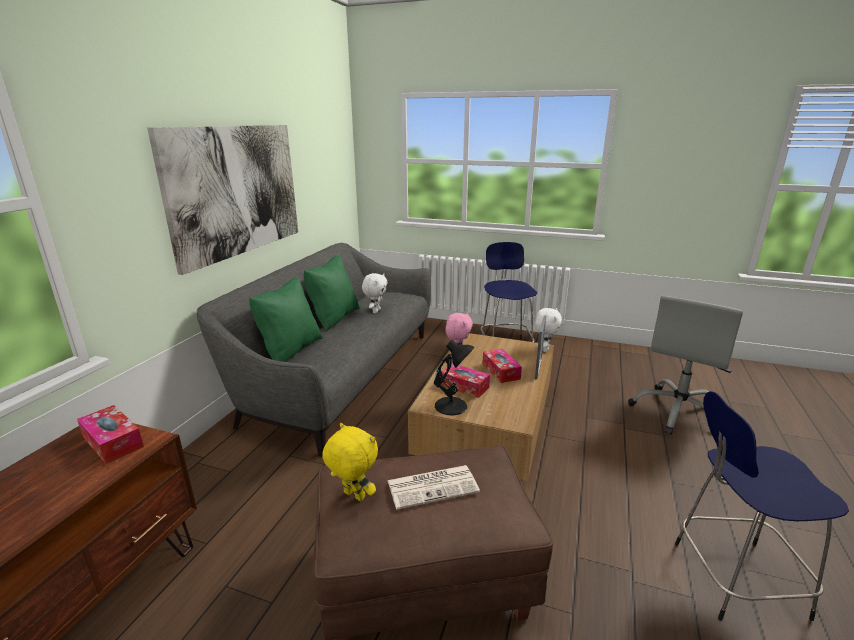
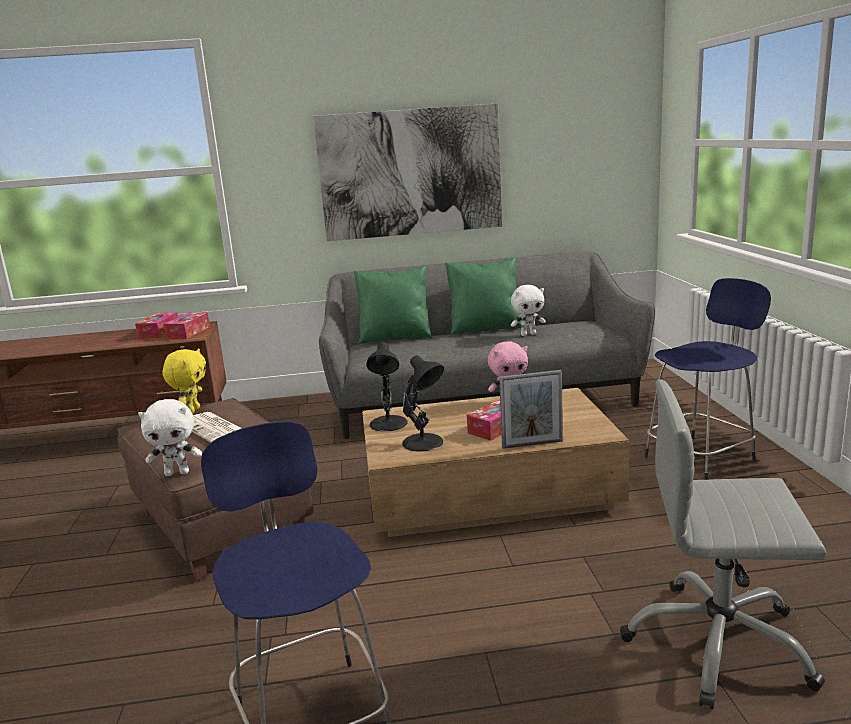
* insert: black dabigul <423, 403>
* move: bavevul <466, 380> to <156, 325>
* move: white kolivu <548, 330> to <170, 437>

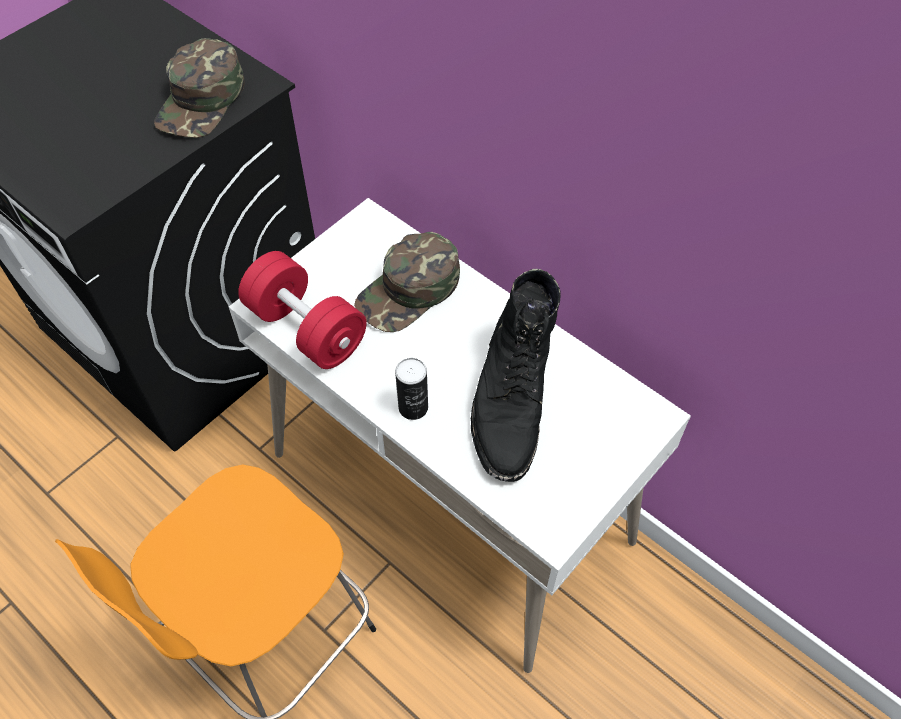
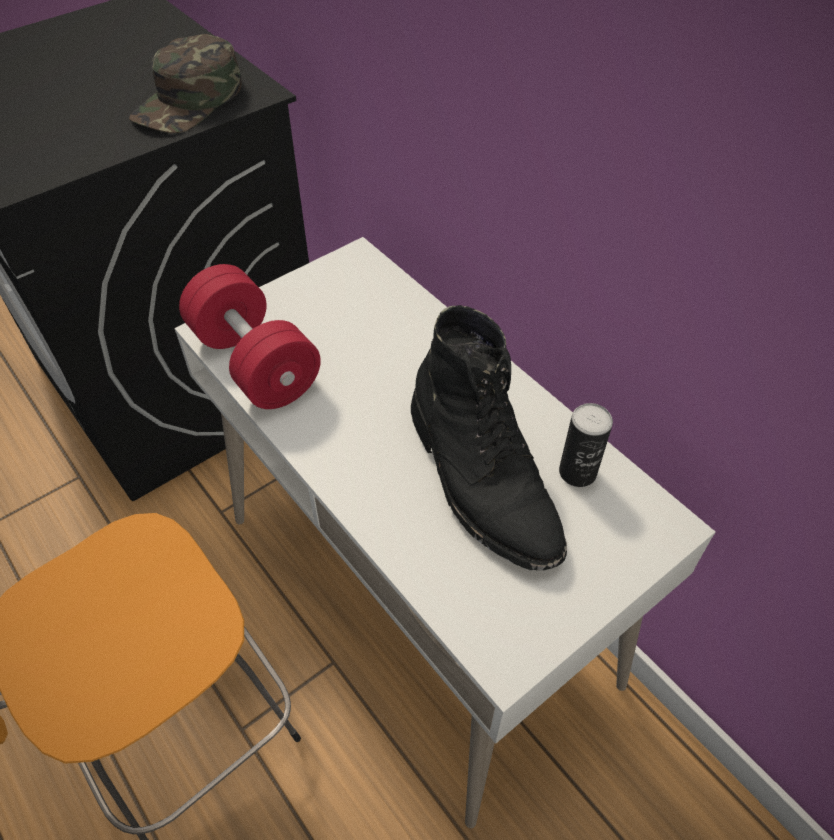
* delete: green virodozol <407, 282>
* move: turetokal <411, 389> to <586, 445>
* rotate: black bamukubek <515, 375> = <489, 437> 45 degrees counterclockwise

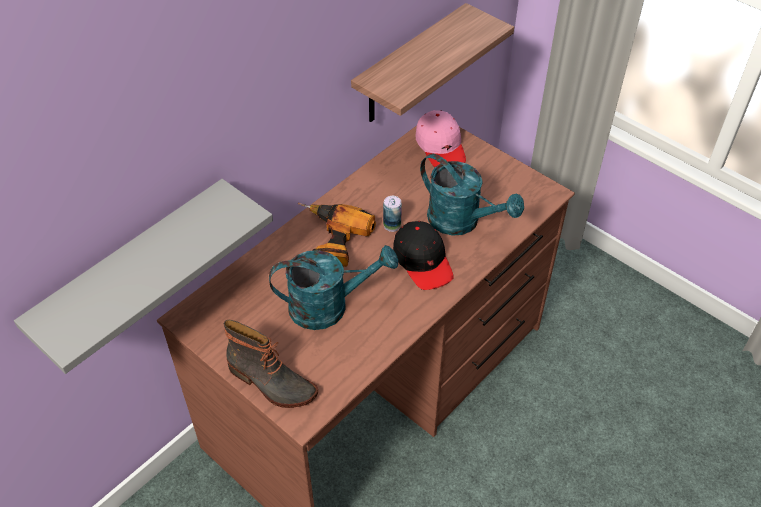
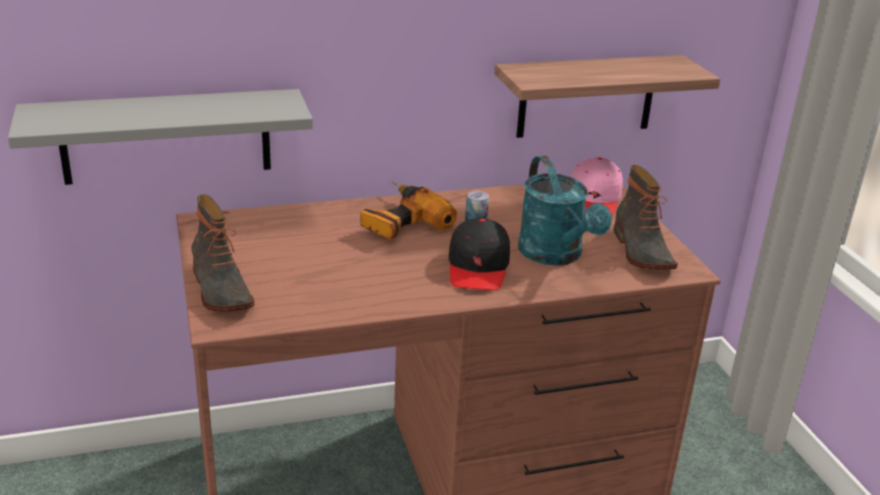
* delete: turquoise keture <333, 287>
* insert: bamukubek <646, 217>

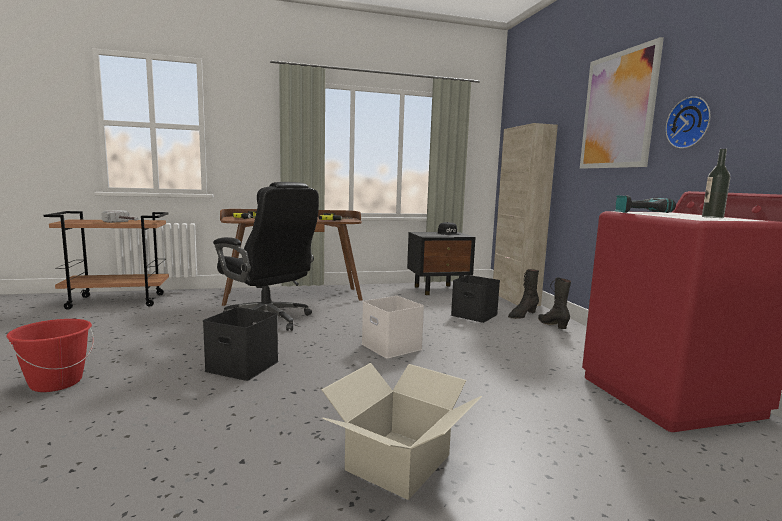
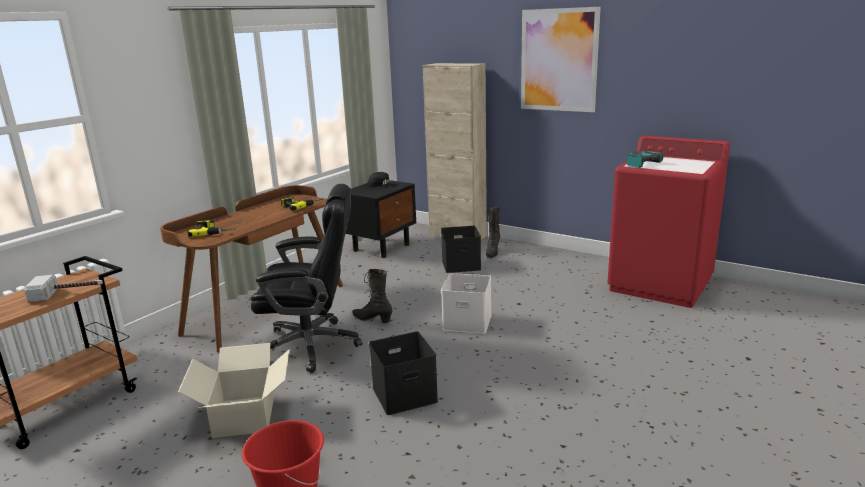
* delete: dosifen <687, 122>
* delete: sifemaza <716, 183>
* move: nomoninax <401, 431> to <234, 390>
* move: black bamukubek <554, 303> to <372, 296>

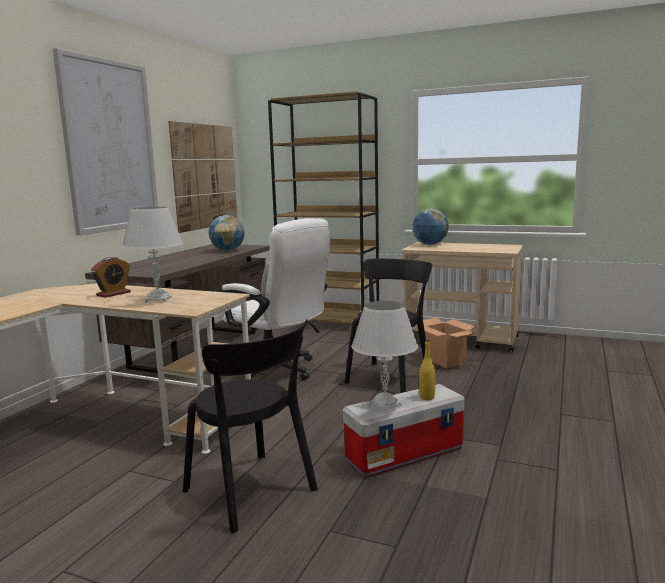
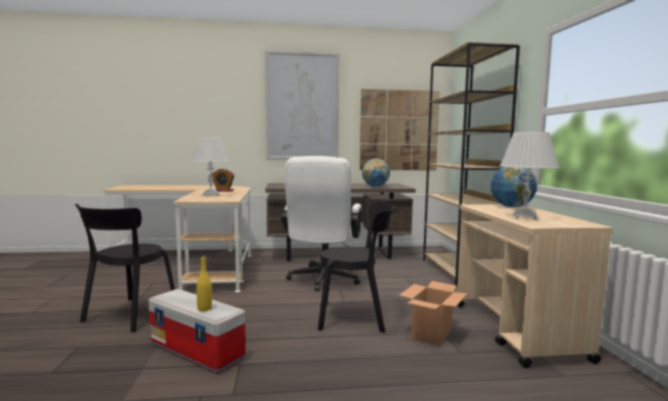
* move: white dabigul <384, 357> to <529, 176>

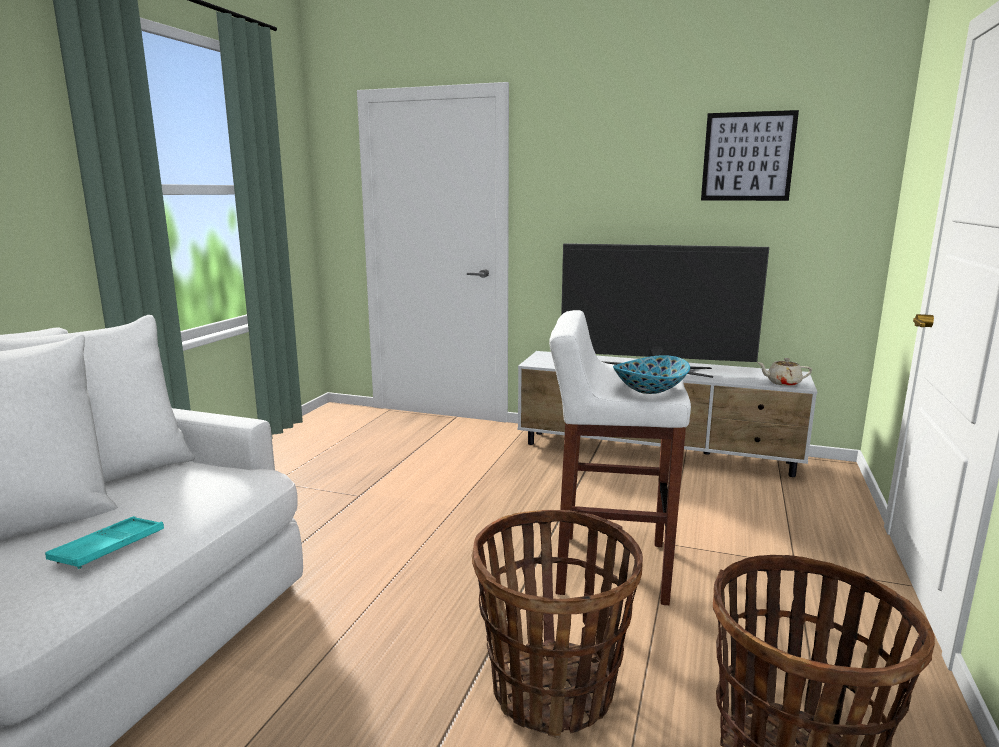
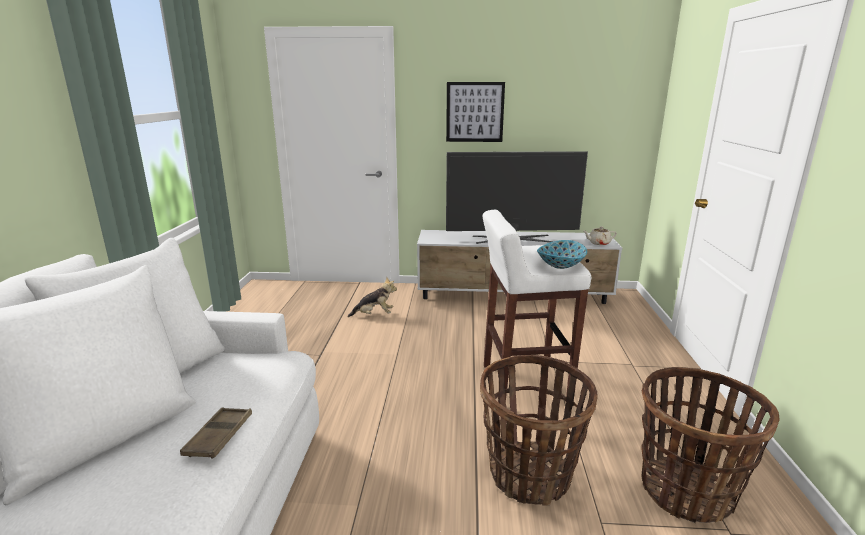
* insert: kolivu <372, 297>
* move: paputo <750, 155> to <475, 112>
* recolor: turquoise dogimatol <104, 542> to brown dogimatol <216, 433>

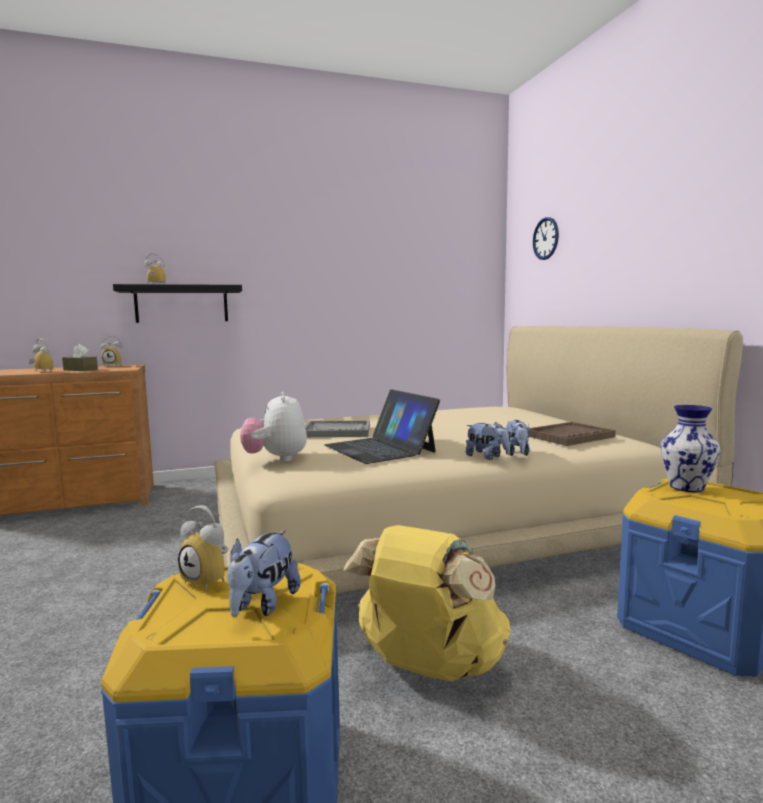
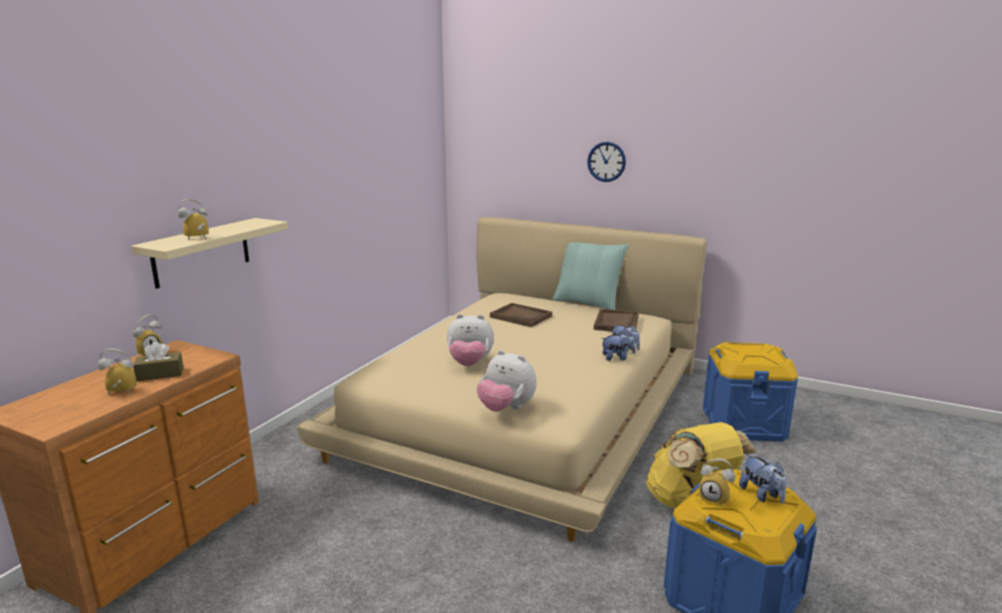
* delete: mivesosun <382, 426>
* delete: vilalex <691, 448>
* insert: brown dogimatol <521, 315>
* insert: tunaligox <590, 276>
* move: dosifen <546, 238> to <606, 162>
* replace: grey dogimatol <337, 428> to kolivu <470, 340>
* recolor: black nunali <177, 303> to beige nunali <209, 253>
* rotate: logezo <203, 547> = <717, 482> 45 degrees clockwise

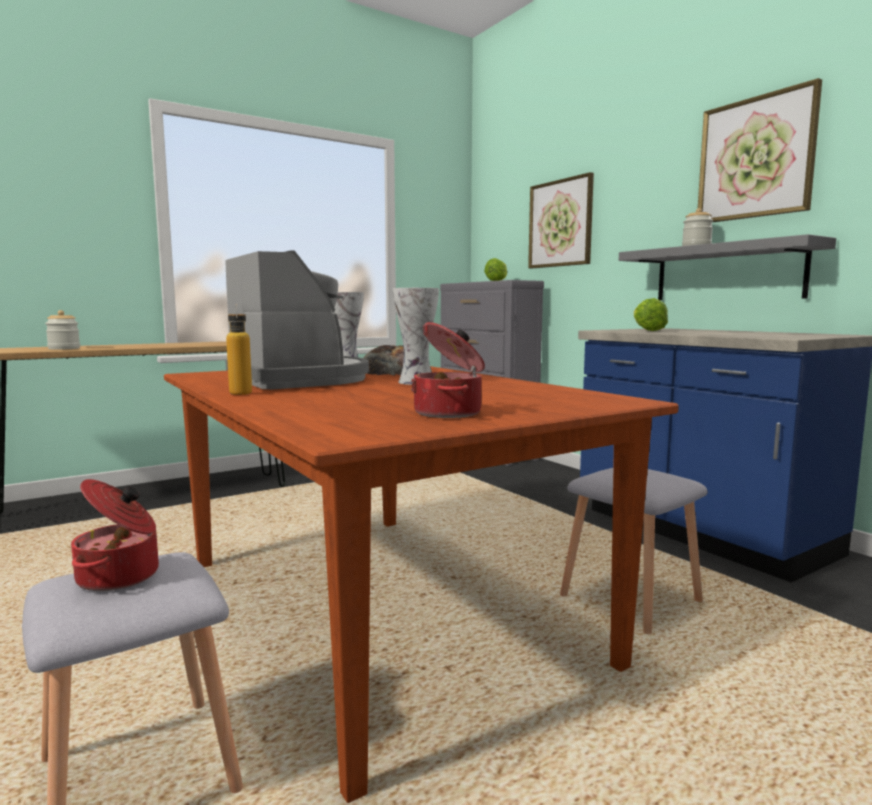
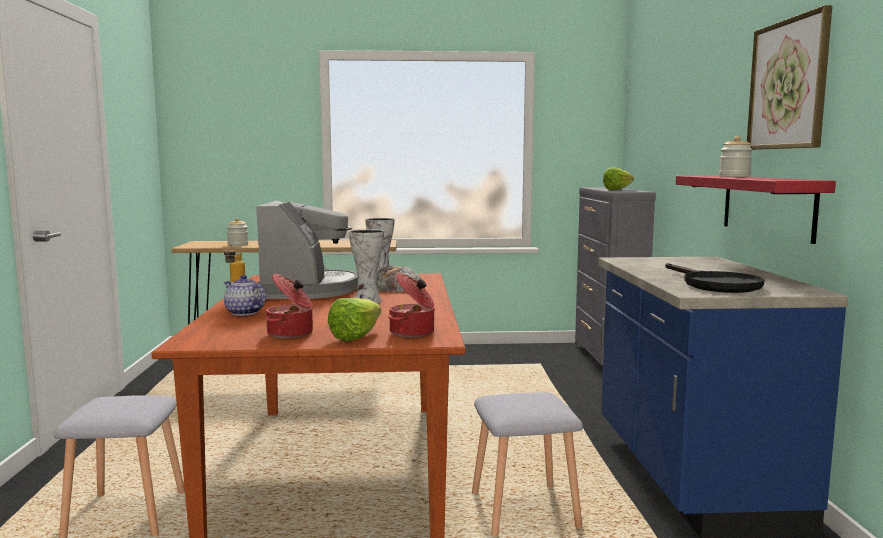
* delete: paputo <561, 220>
* insert: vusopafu <245, 295>
* insert: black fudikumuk <715, 278>
* move: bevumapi <115, 535> to <411, 305>
* move: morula <651, 314> to <354, 320>
* recolor: grey nunali <727, 267> to red nunali <756, 210>

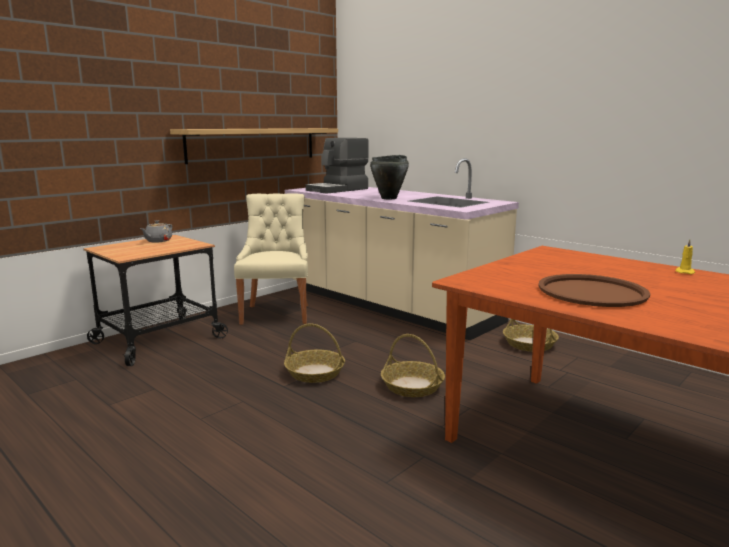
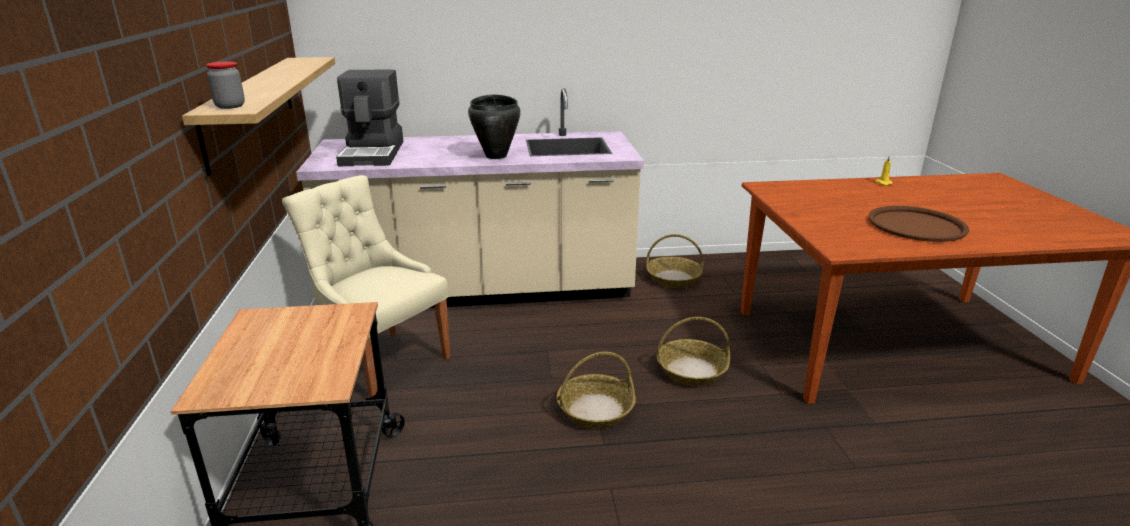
* delete: grey vusopafu <156, 231>
* insert: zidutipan <225, 85>

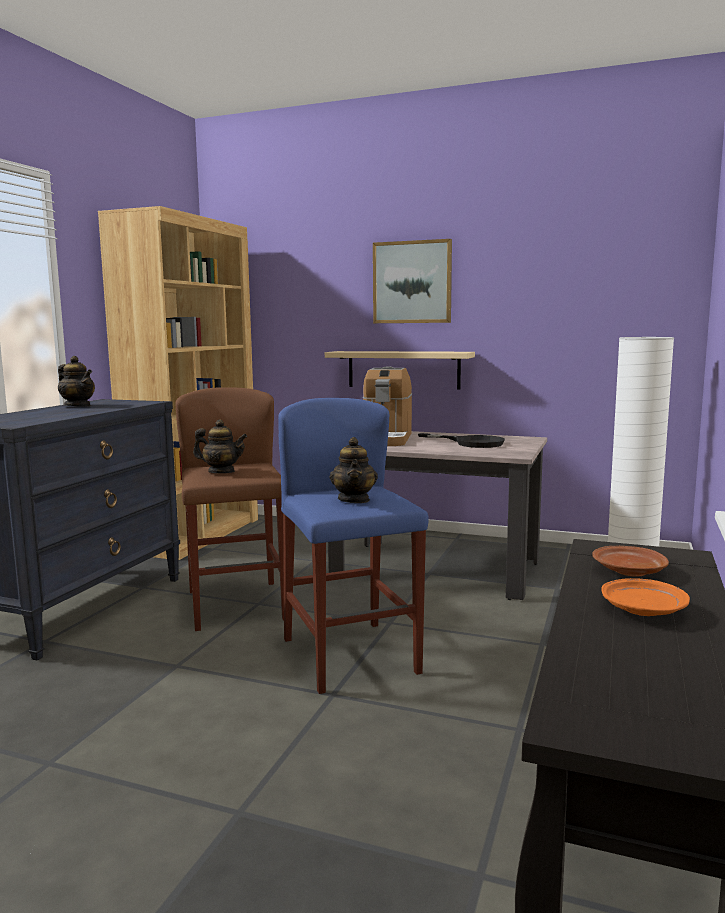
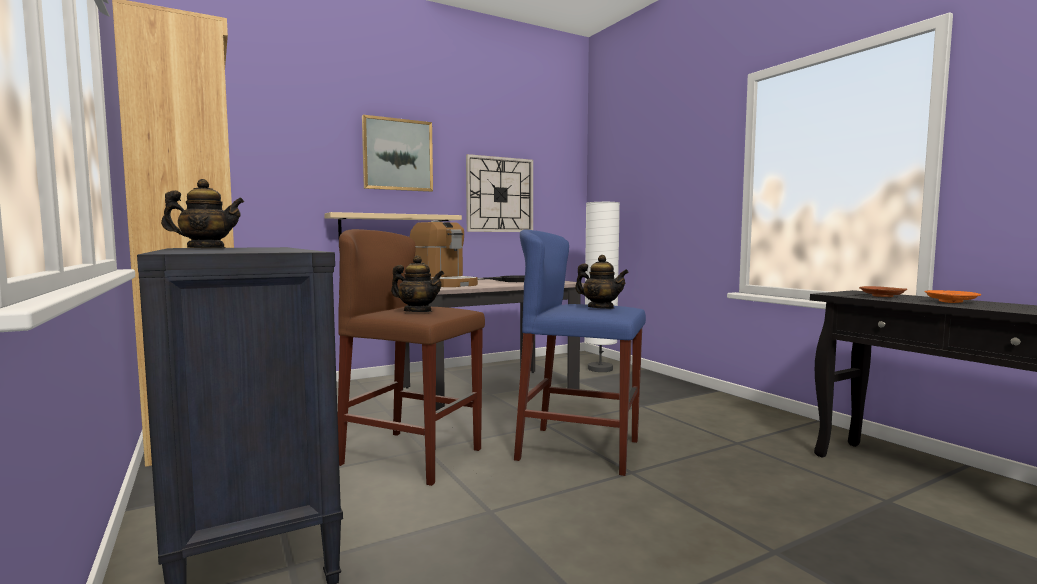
* insert: dosifen <499, 193>
* rotate: vusopafu <220, 446> = <417, 283> 60 degrees clockwise

